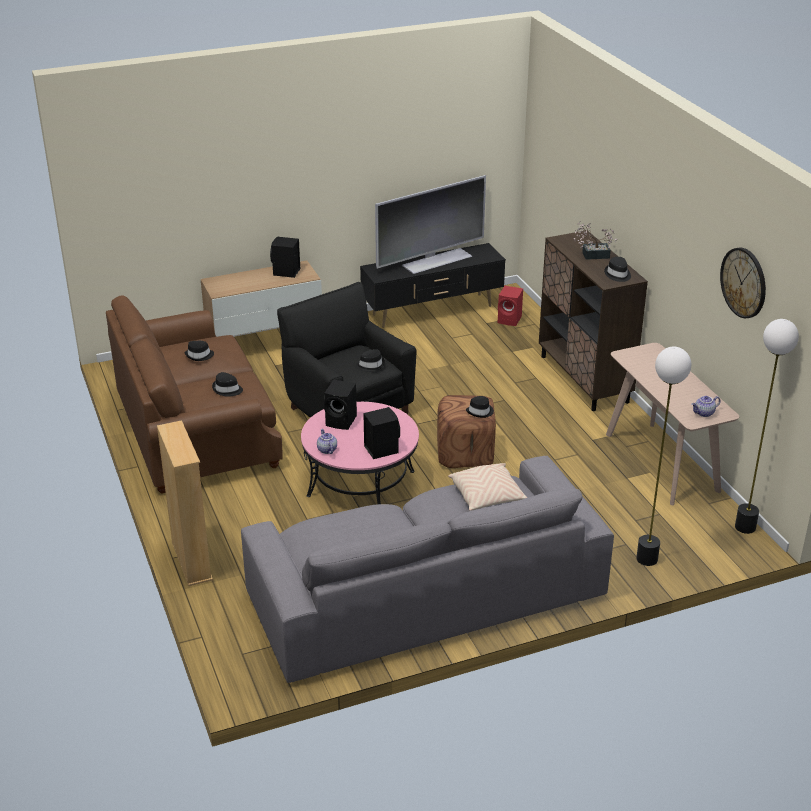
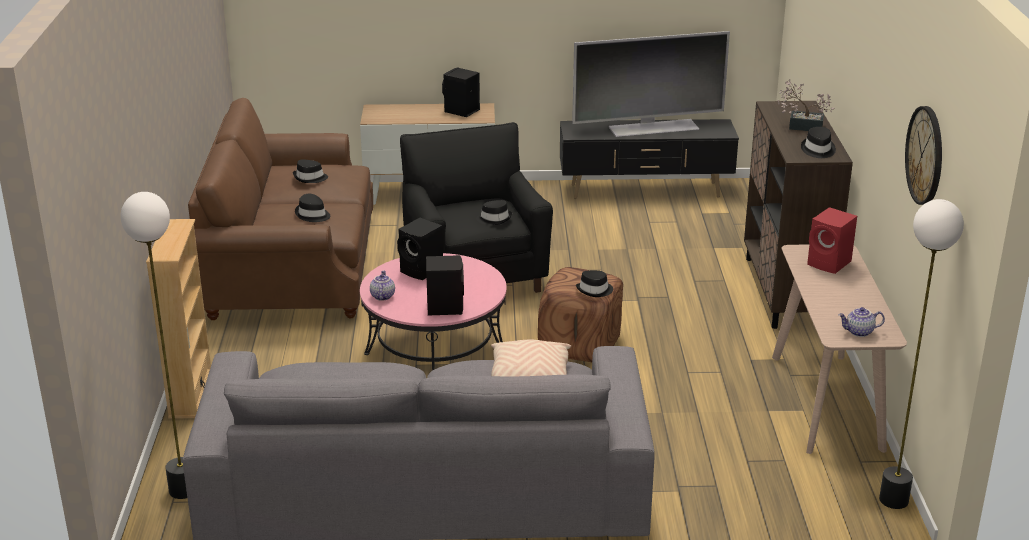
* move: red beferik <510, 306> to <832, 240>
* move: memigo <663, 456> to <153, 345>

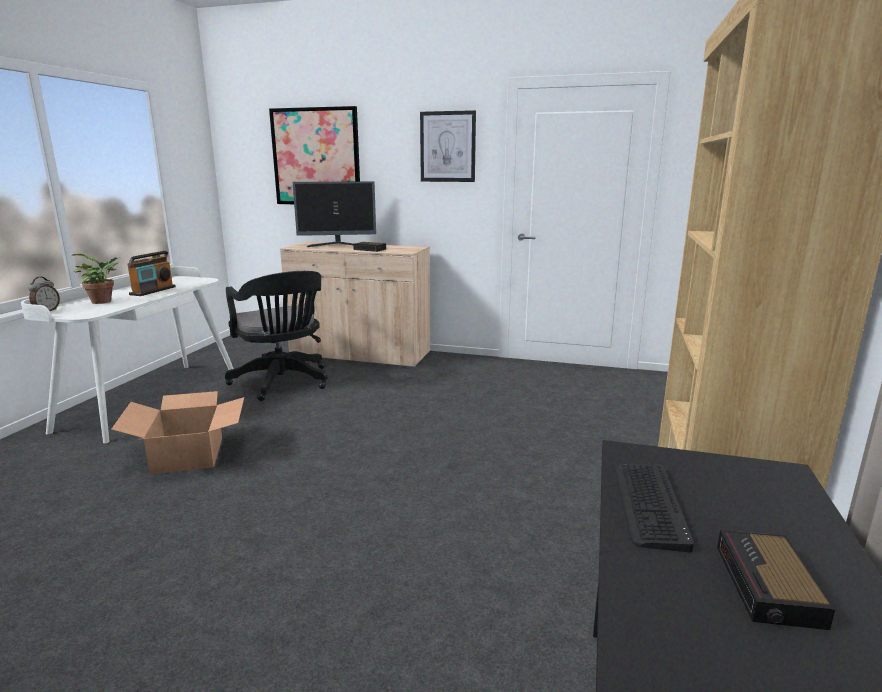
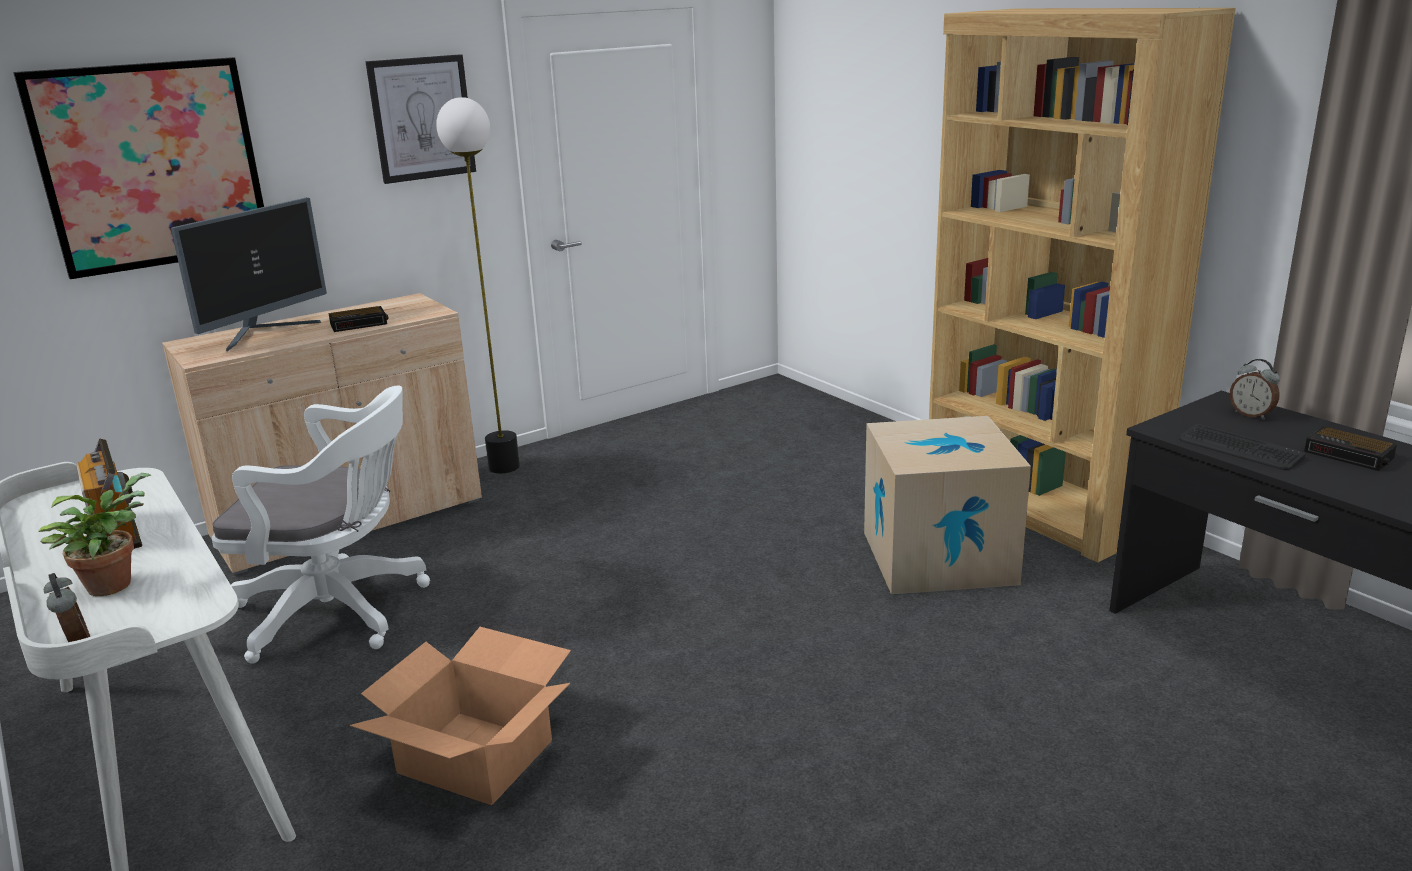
* insert: memigo <478, 285>
* insert: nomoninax <947, 505>
* insert: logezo <1255, 389>
* recolor: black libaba <276, 336> to white libaba <321, 525>

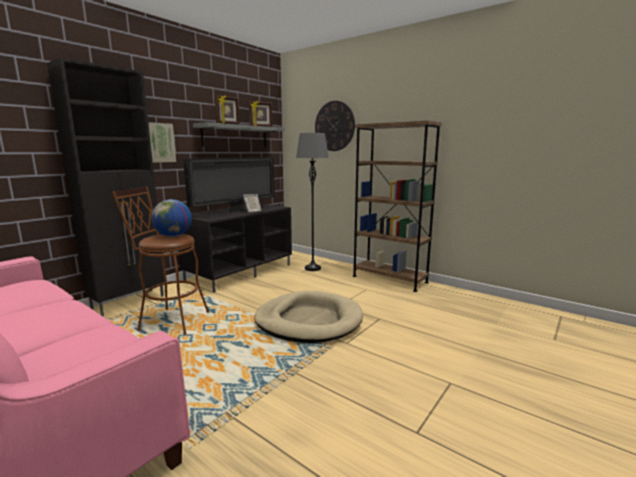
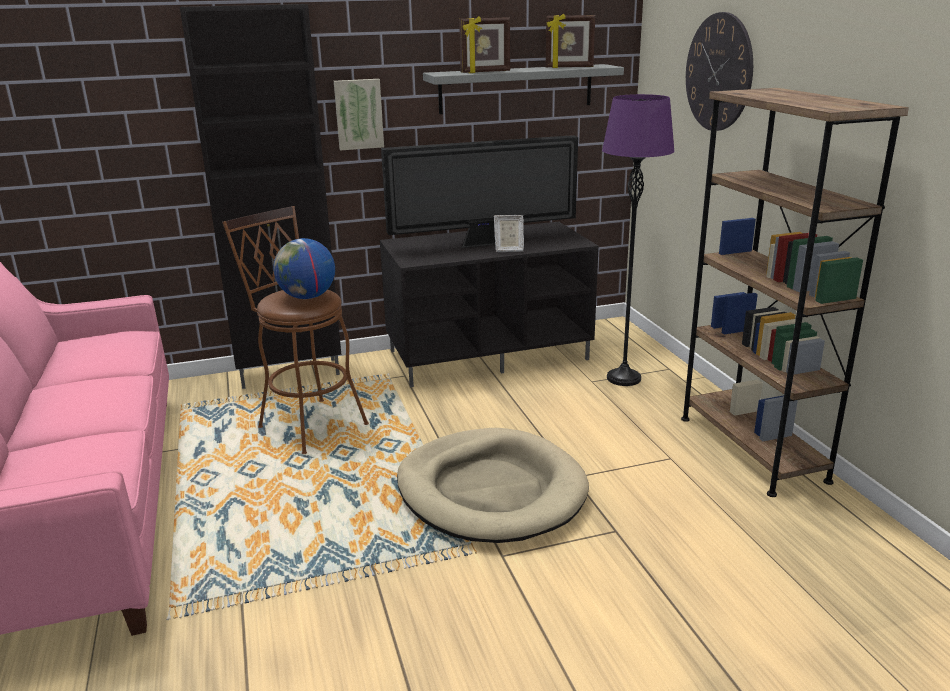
* recolor: grey memigo <312, 202> to purple memigo <638, 240>

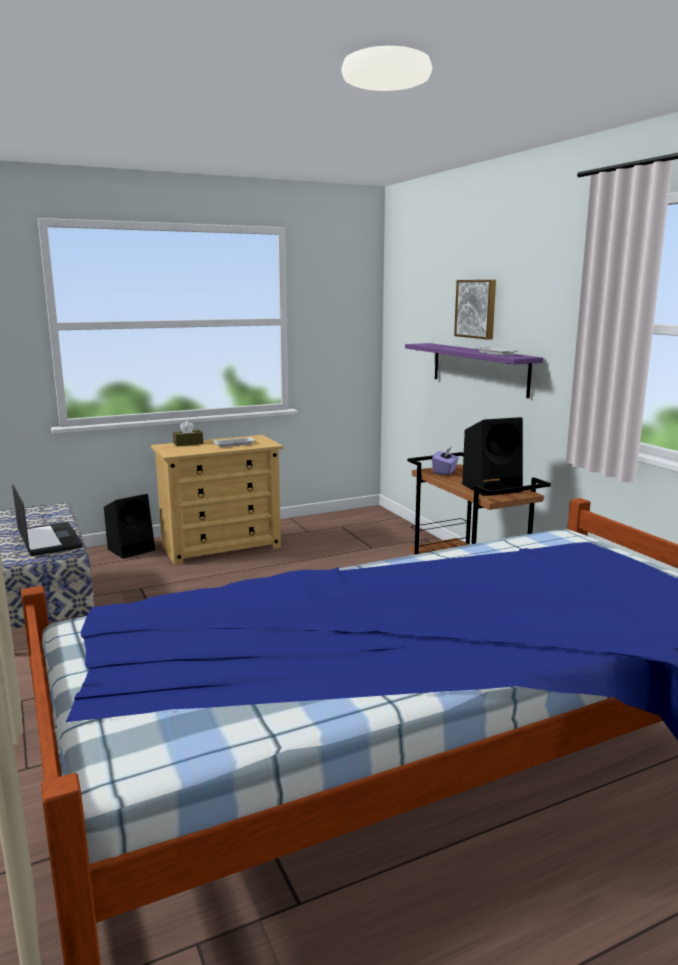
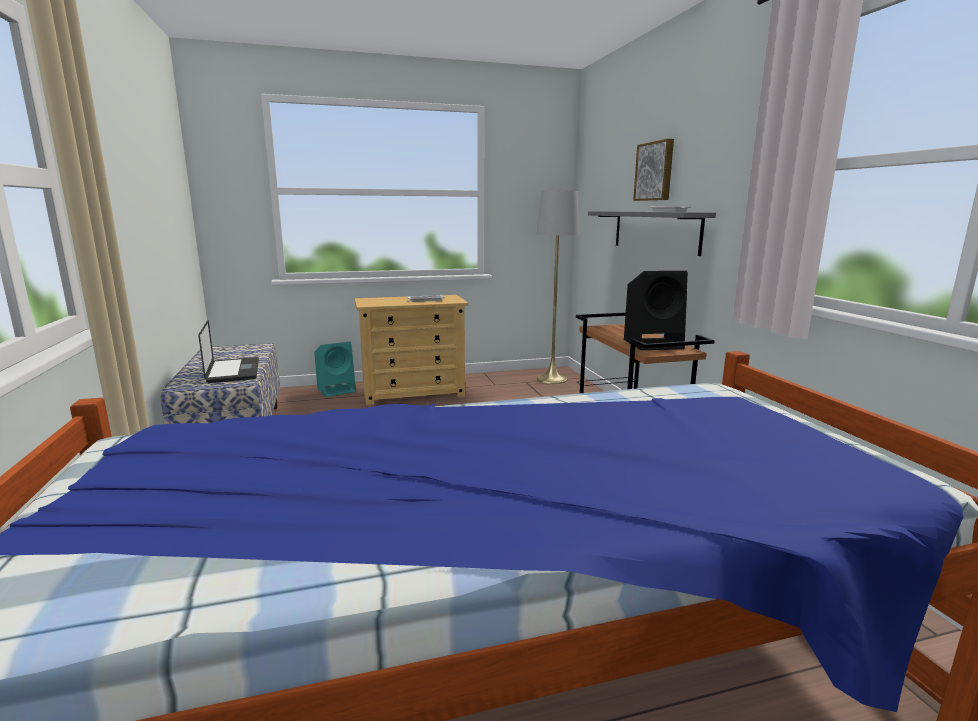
* delete: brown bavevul <188, 433>
* delete: purple bavevul <445, 461>
* insert: grey memigo <557, 286>
* recolor: black beferik <129, 526> to turquoise beferik <335, 369>
* recolor: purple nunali <474, 370> to grey nunali <652, 233>

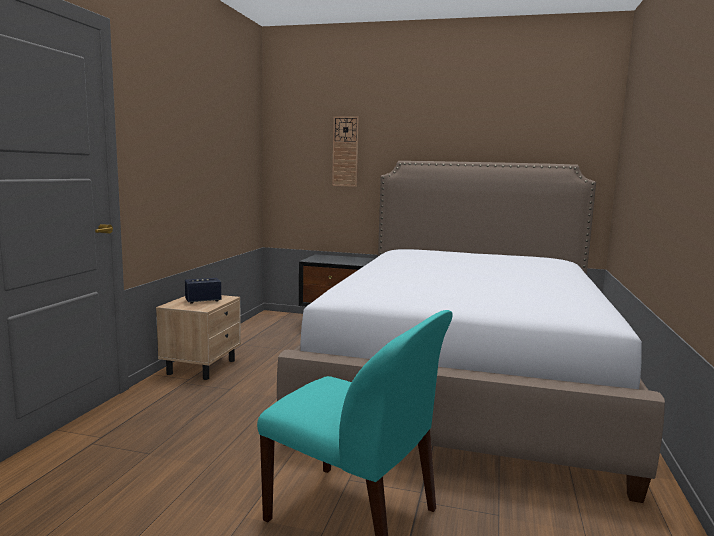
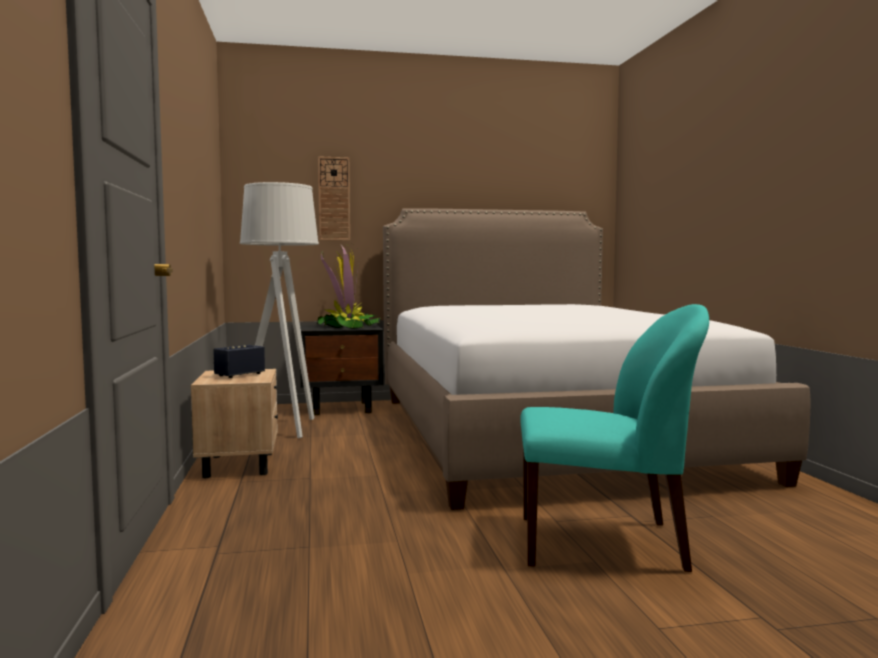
* insert: grey memigo <279, 310>
* insert: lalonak <349, 287>

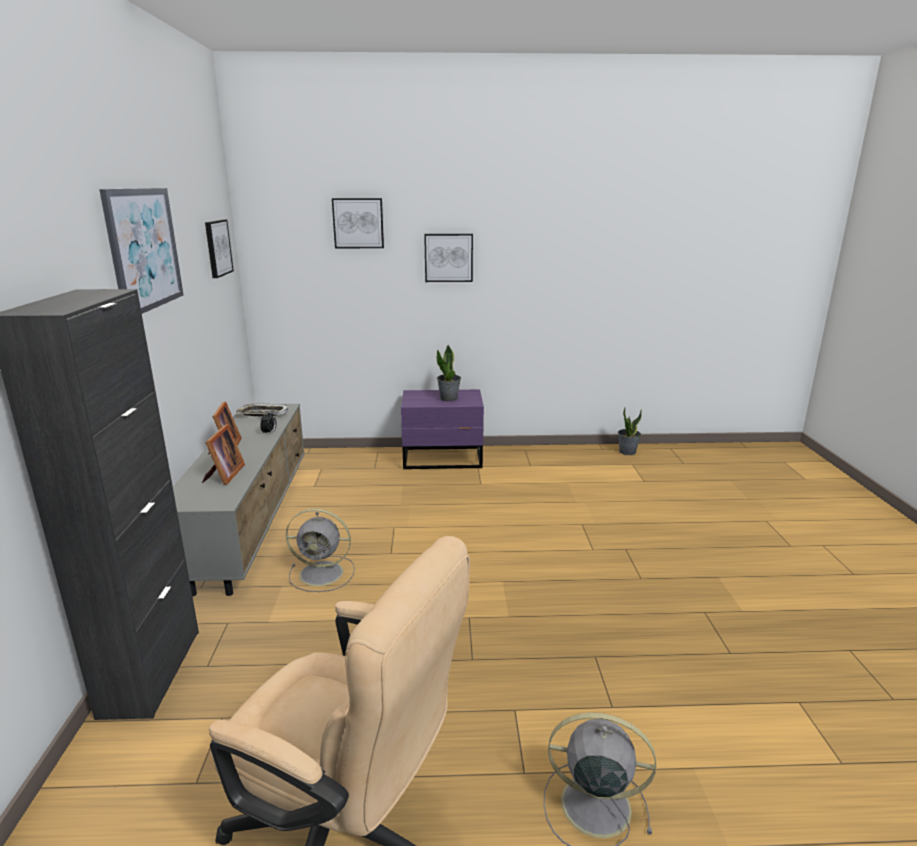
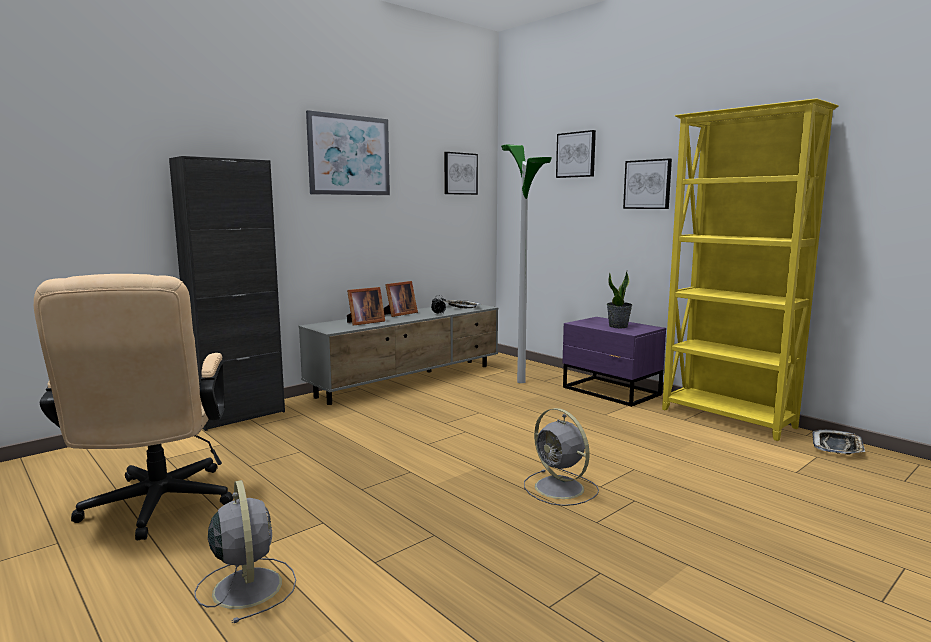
* insert: memigo <526, 263>
* insert: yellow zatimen <750, 269>
* move: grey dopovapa <320, 550> to <561, 457>
* replace: lalonak <630, 432> to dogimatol <838, 442>

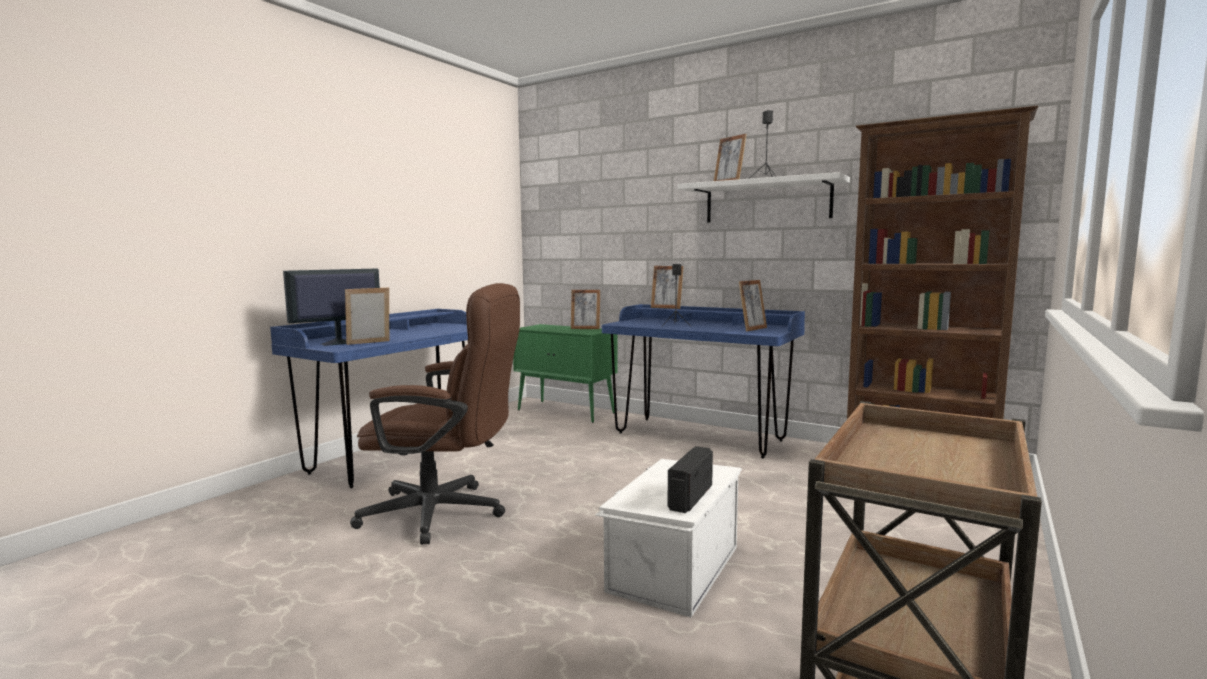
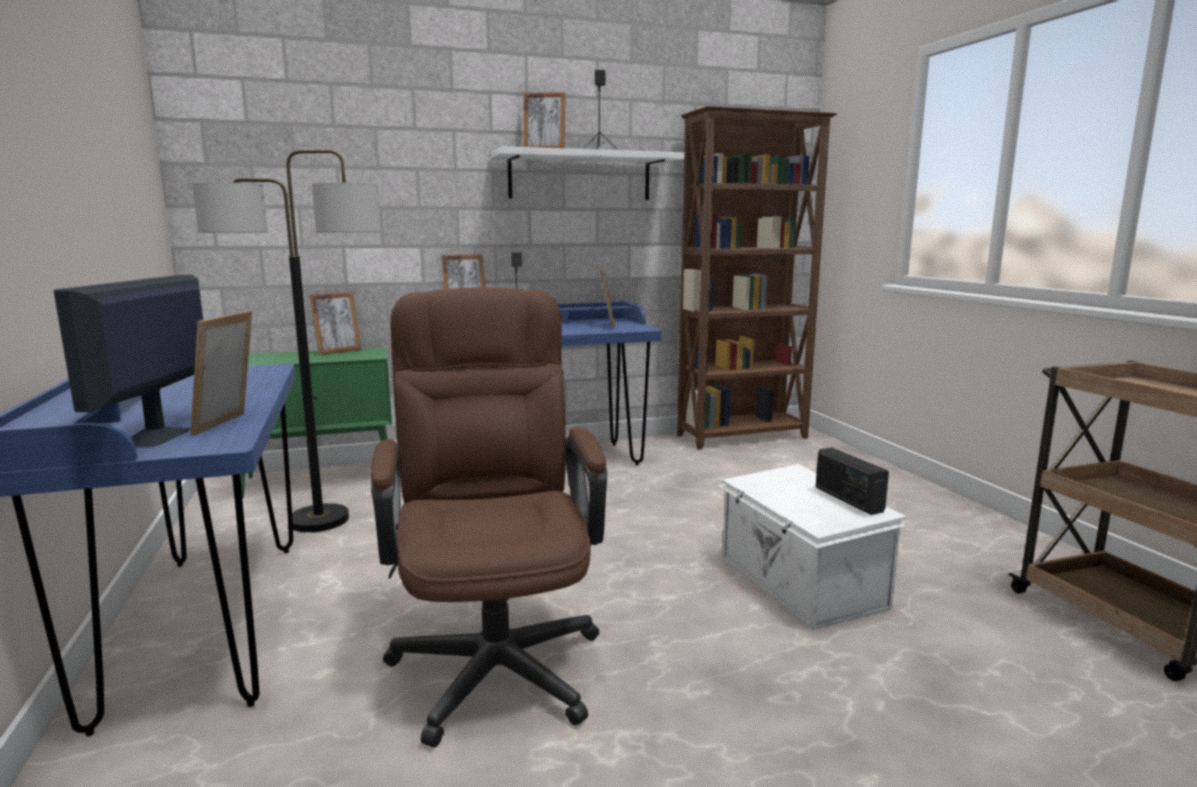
* insert: memigo <286, 341>
* rotate: brown libaba <435, 414> = <489, 517> 60 degrees counterclockwise

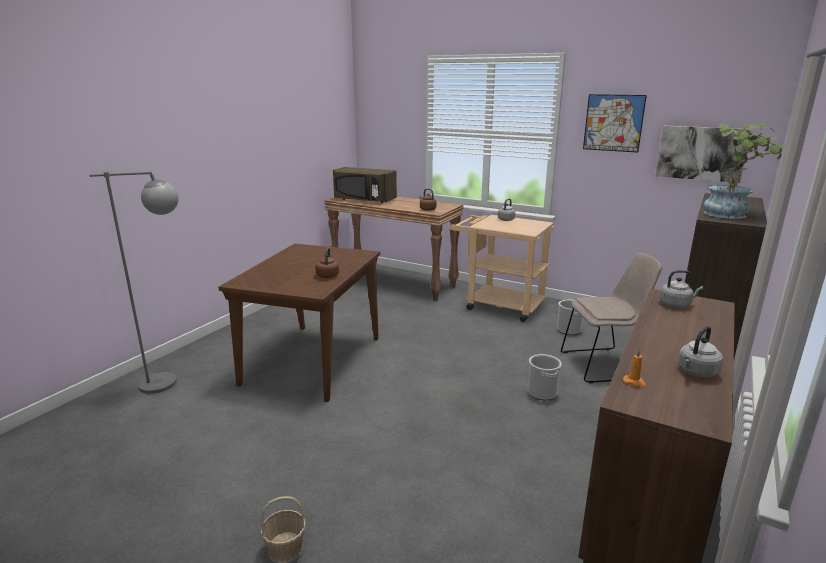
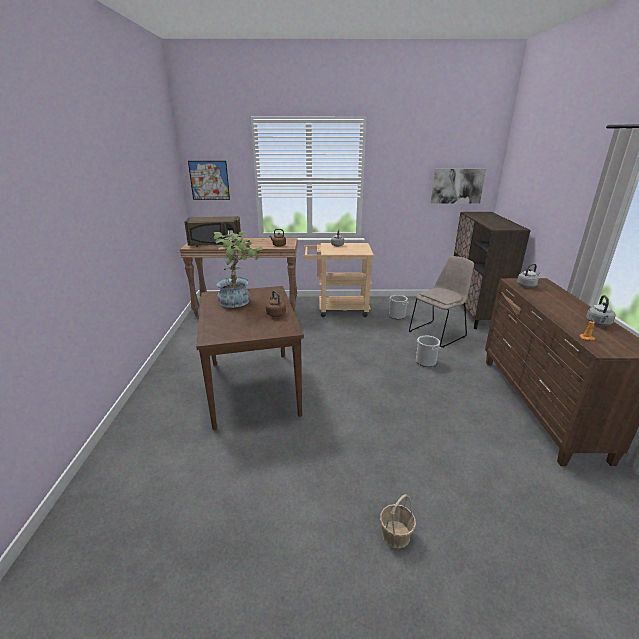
* delete: grey memigo <133, 283>
* move: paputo <615, 123> to <209, 180>
* move: lalonak <745, 171> to <239, 269>

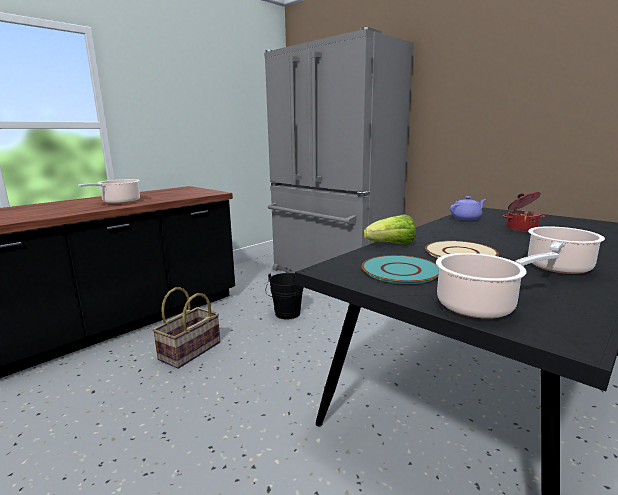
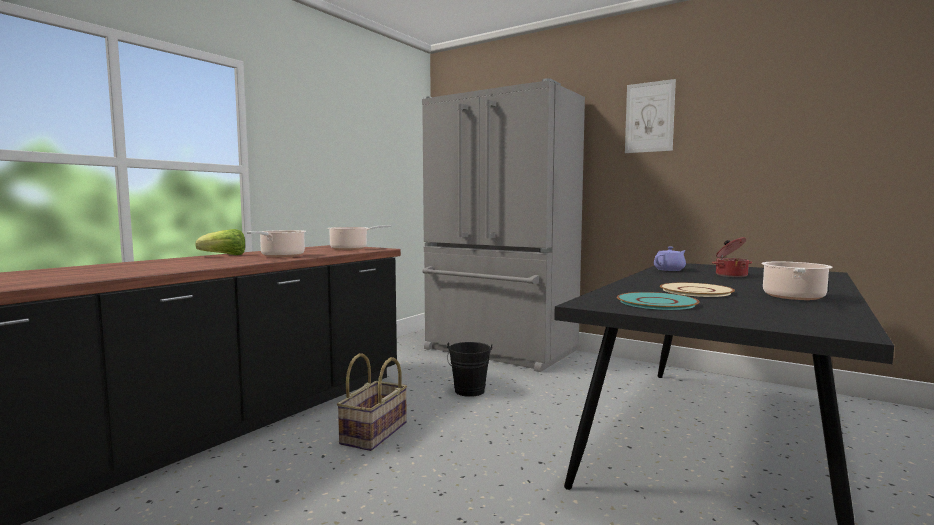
* insert: paputo <650, 116>
* move: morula <390, 229> to <220, 242>
* move: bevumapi <498, 285> to <360, 237>

